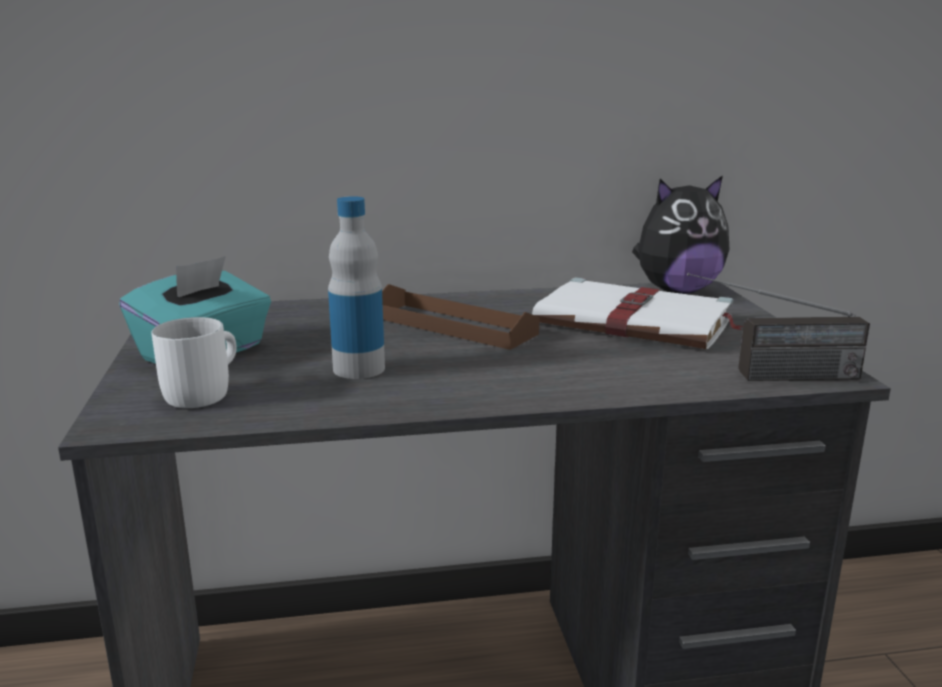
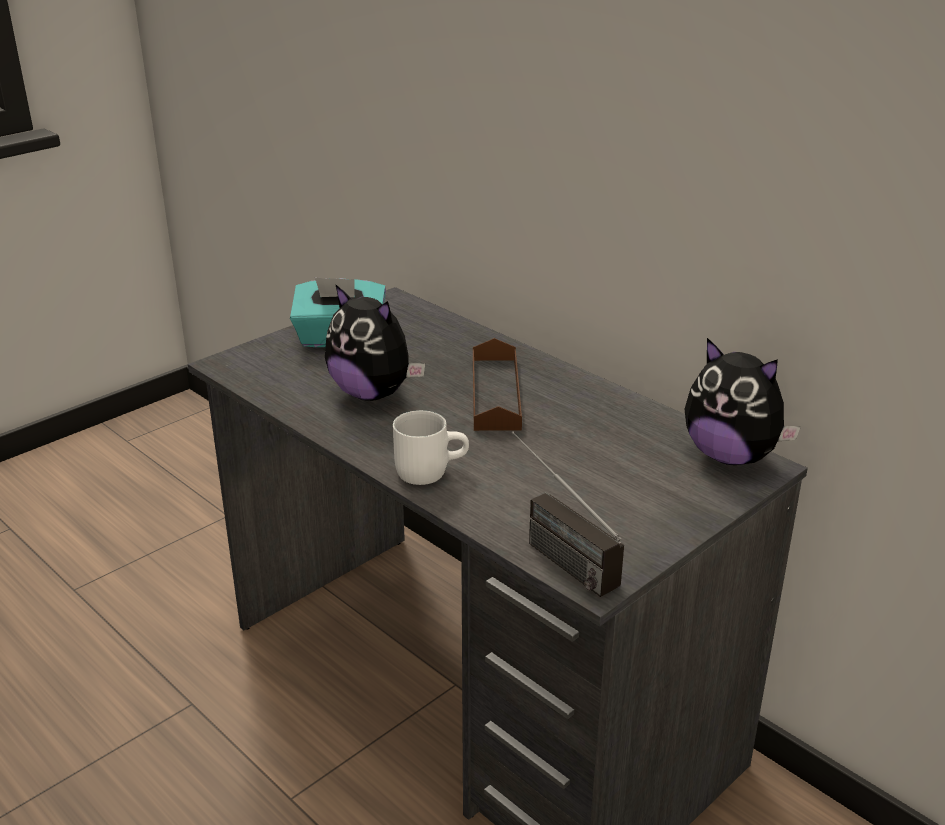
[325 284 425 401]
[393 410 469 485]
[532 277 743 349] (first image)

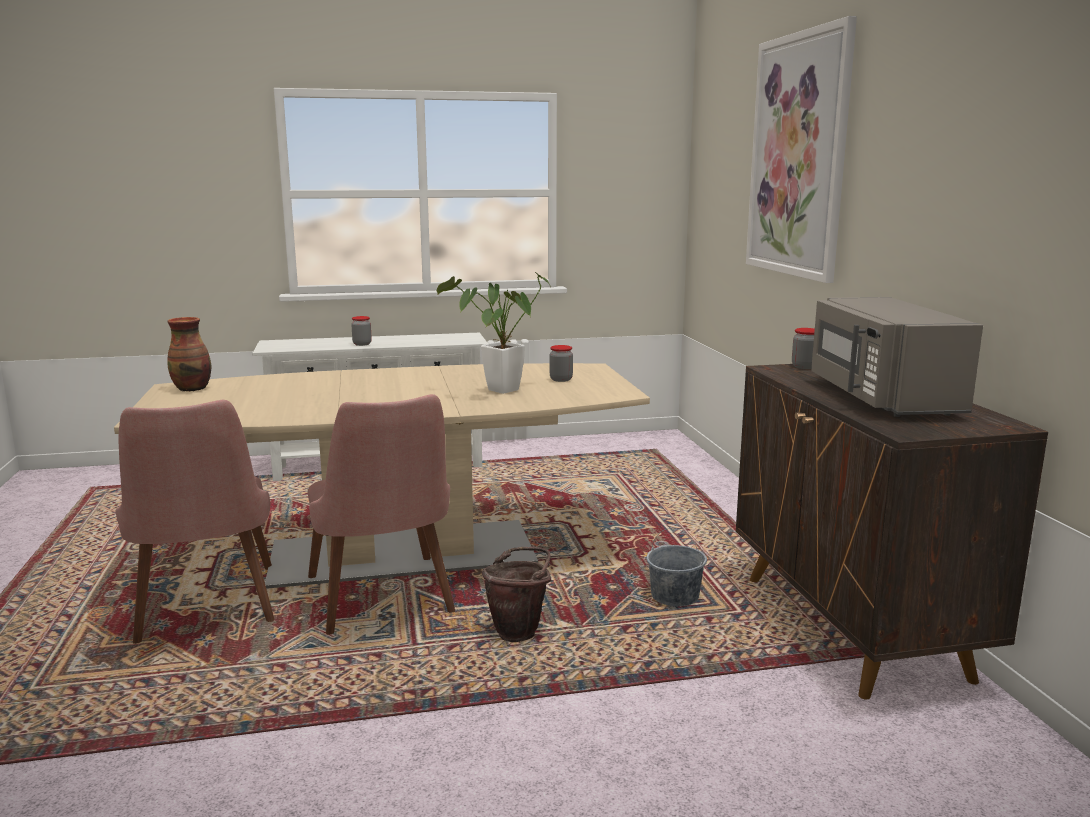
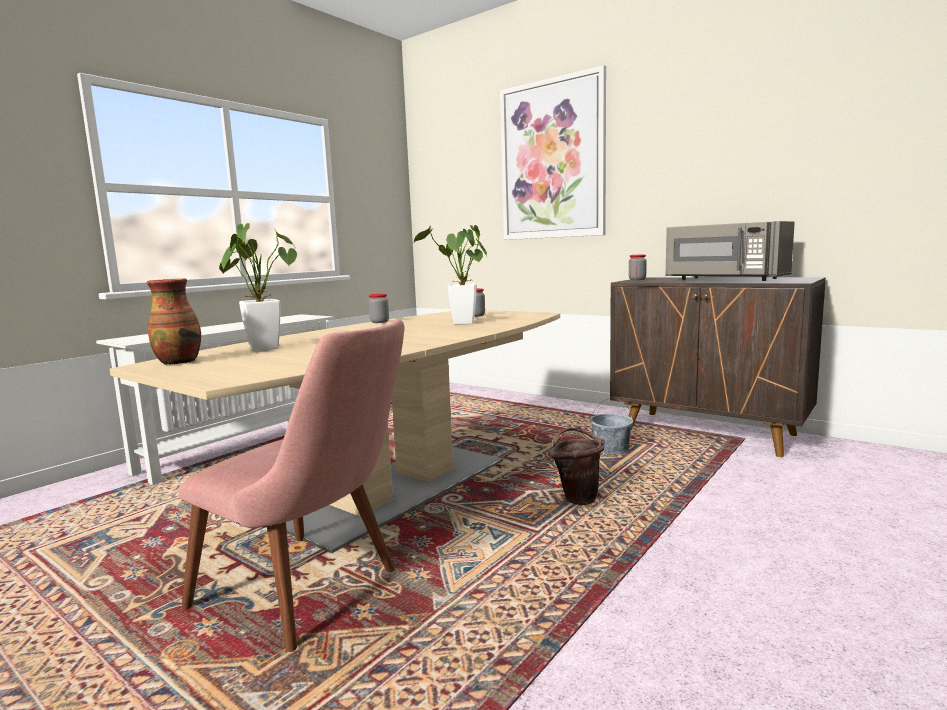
[219 223 297 351]
[369 294 389 323]
[308 394 455 634] (first image)

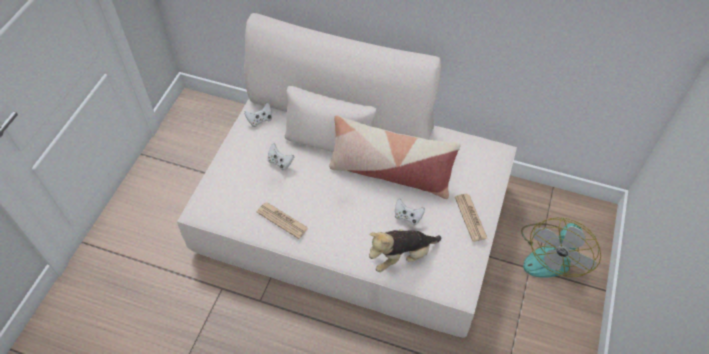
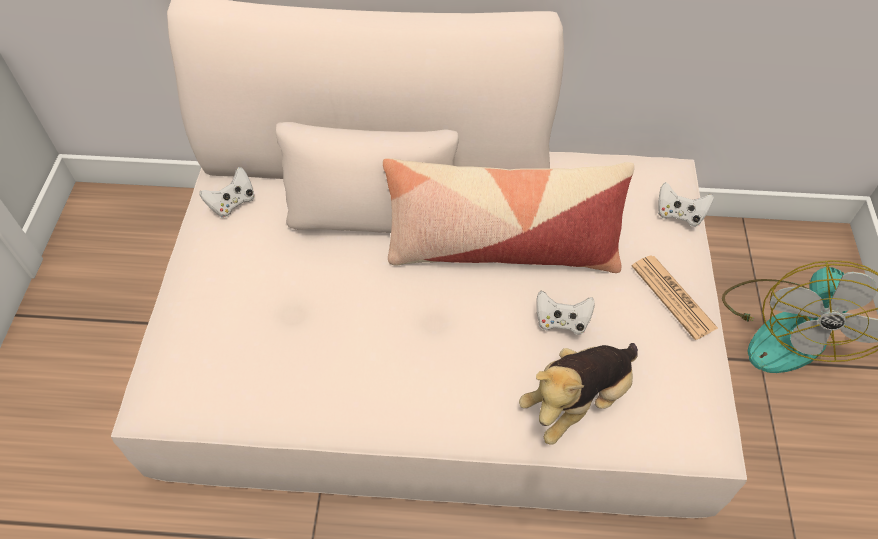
[658 182 714 227]
[257 202 308 239] (first image)

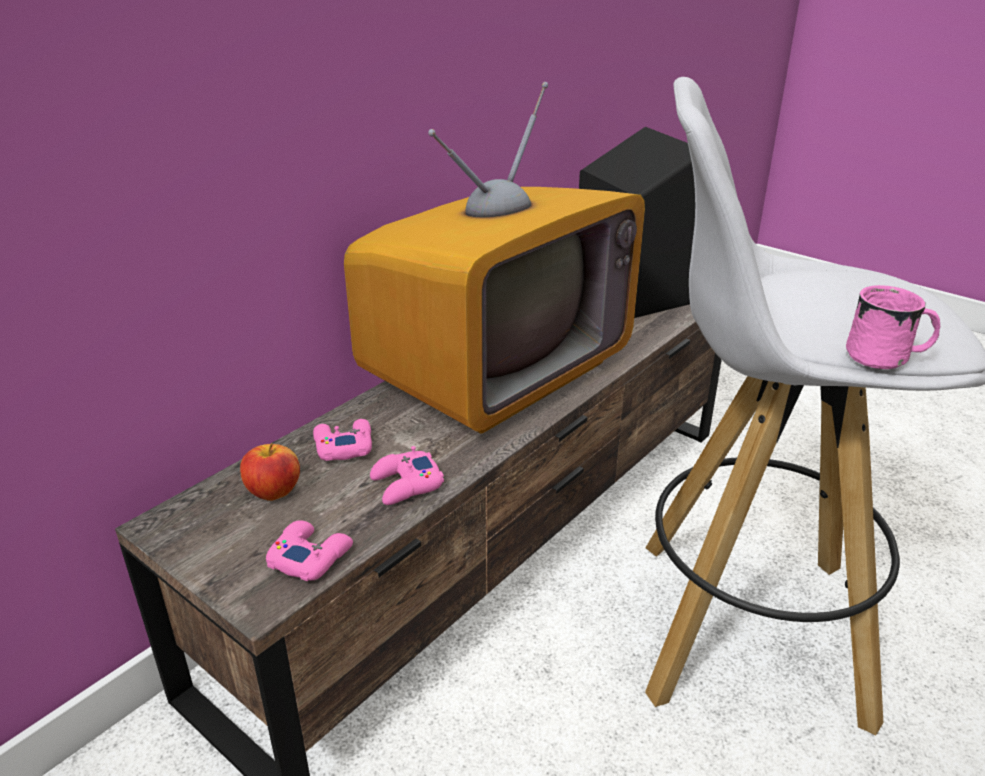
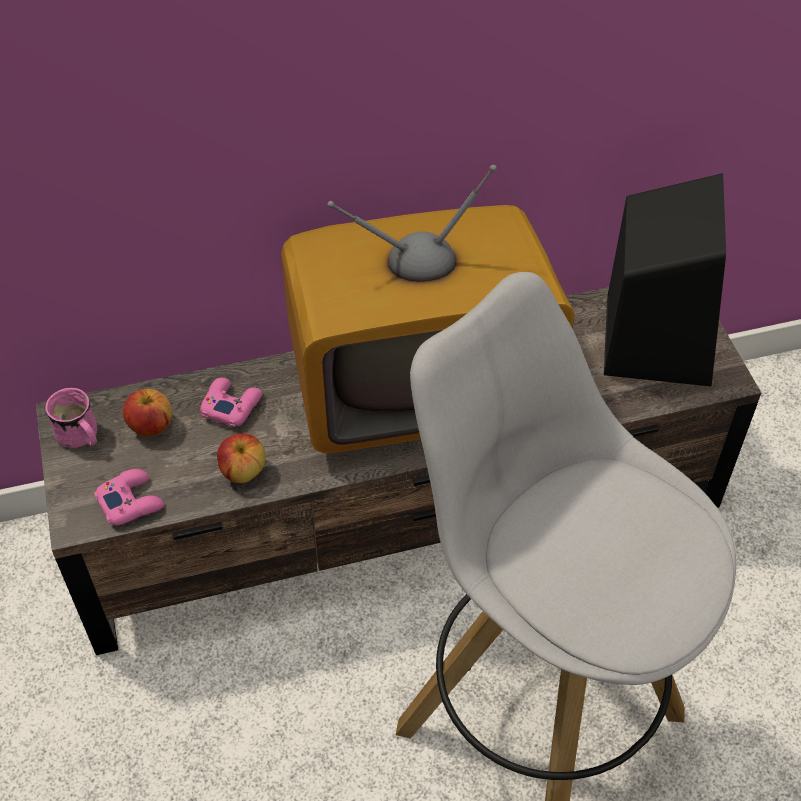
[45 388 98 448]
[217 433 266 483]

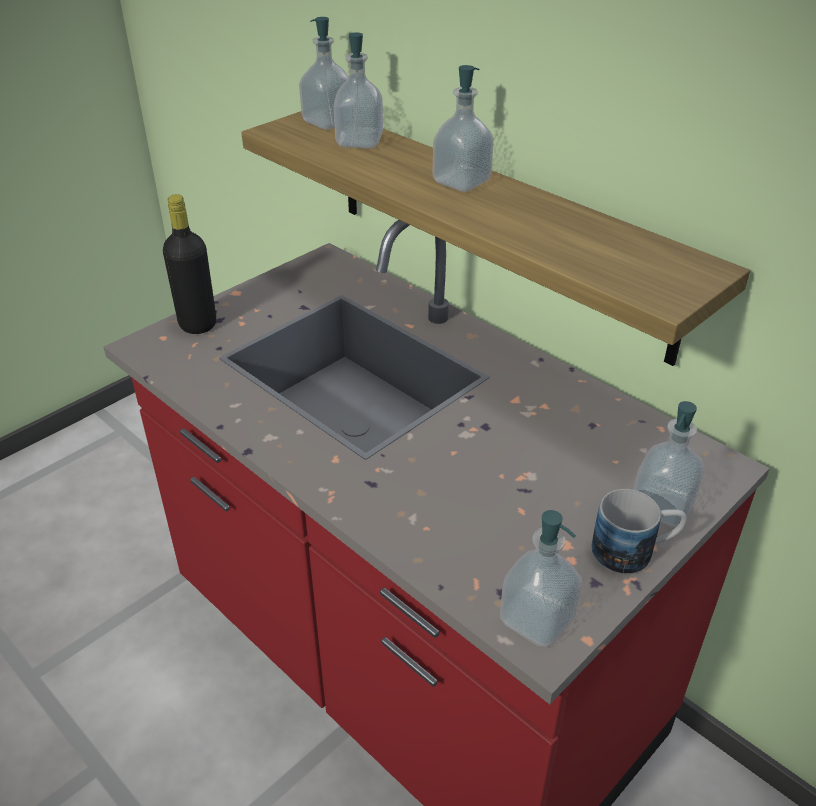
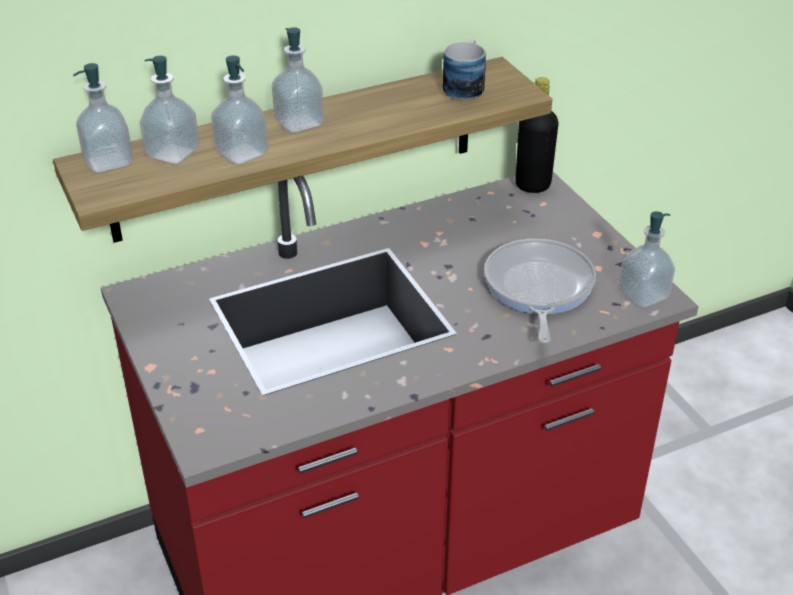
[211 56 268 165]
[443 39 486 100]
[484 239 596 343]
[515 77 558 193]

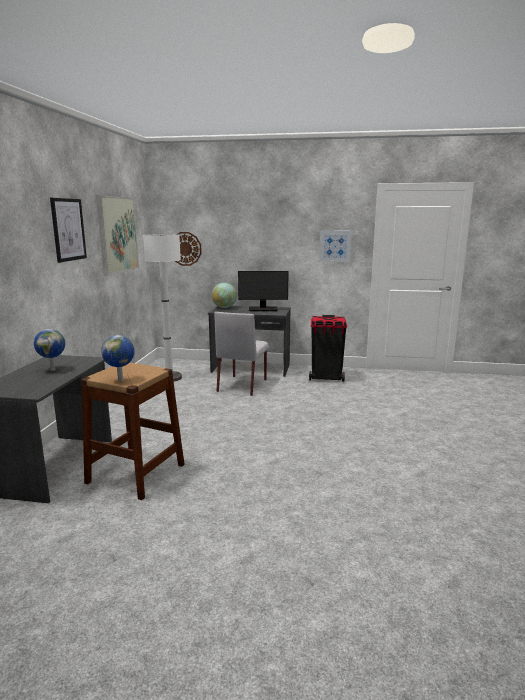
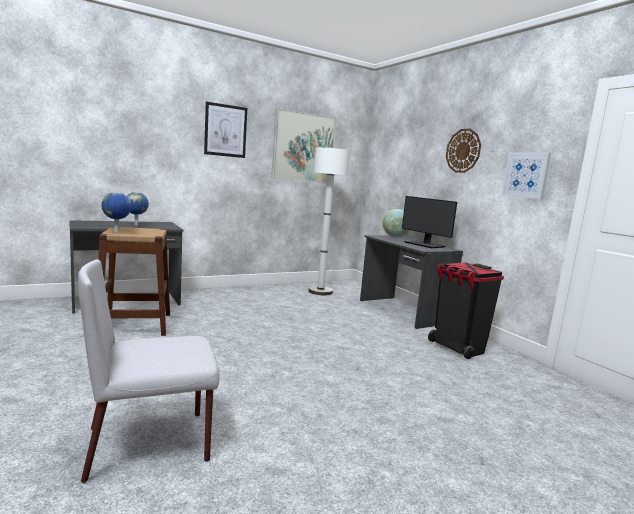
[78 259 219 483]
[446 129 481 173]

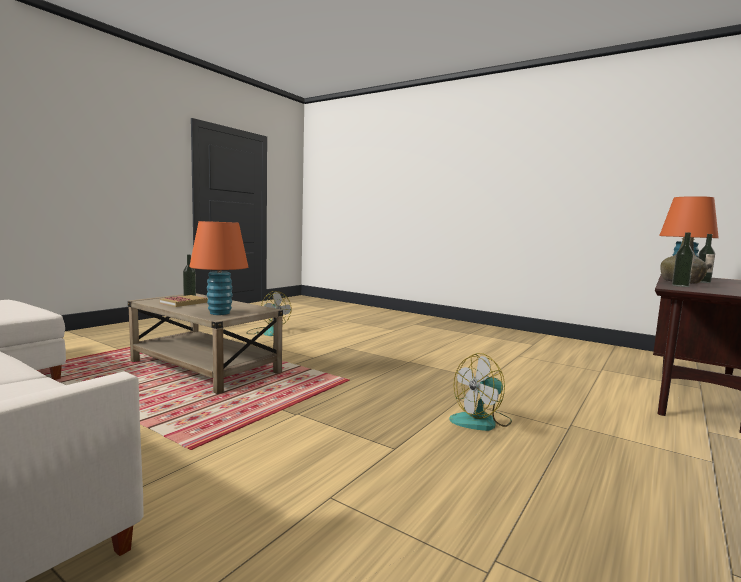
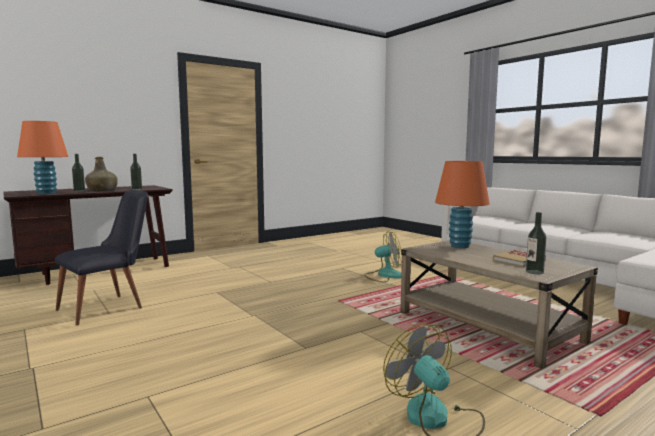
[55 190 148 325]
[364 231 402 282]

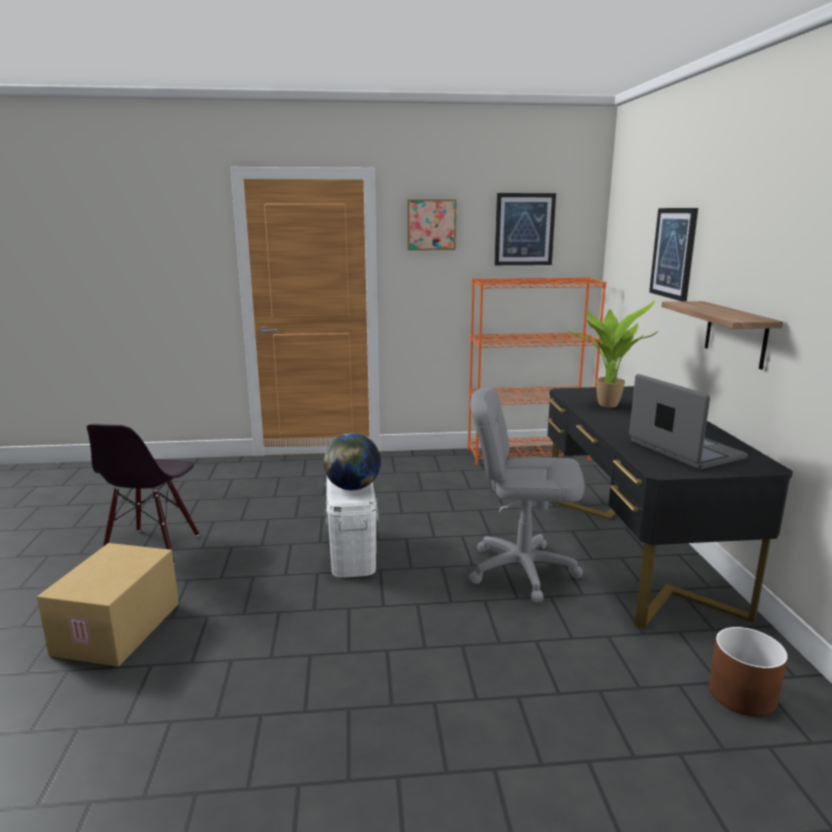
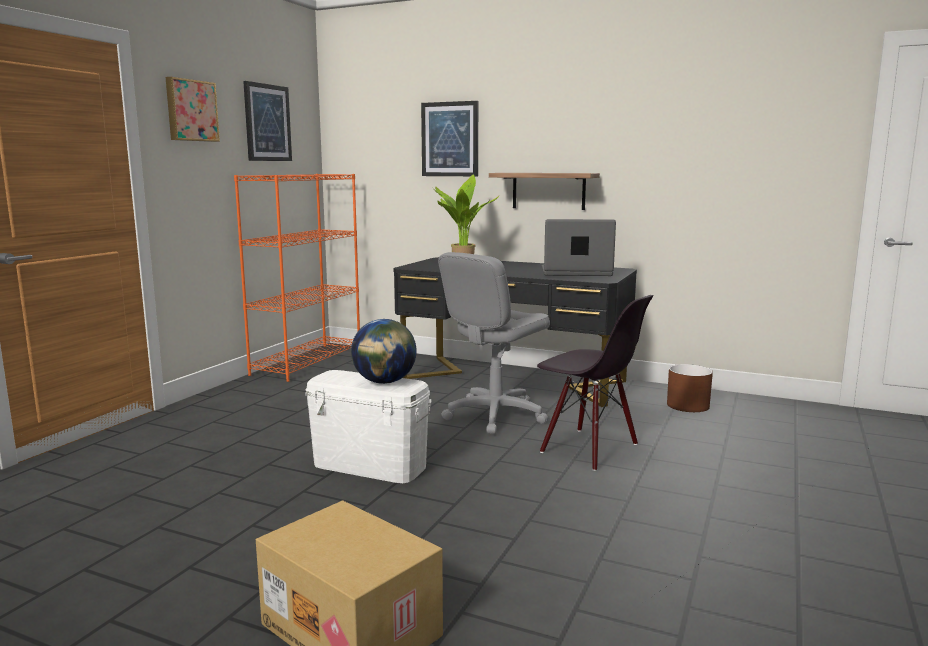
[537 295 654 471]

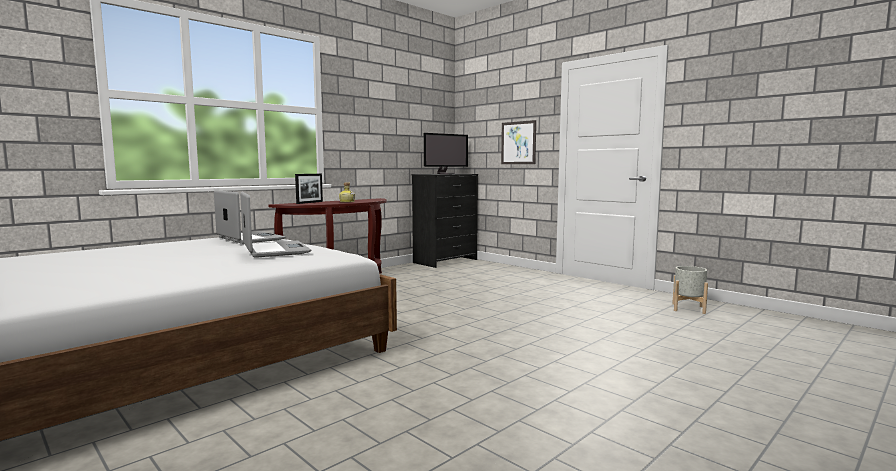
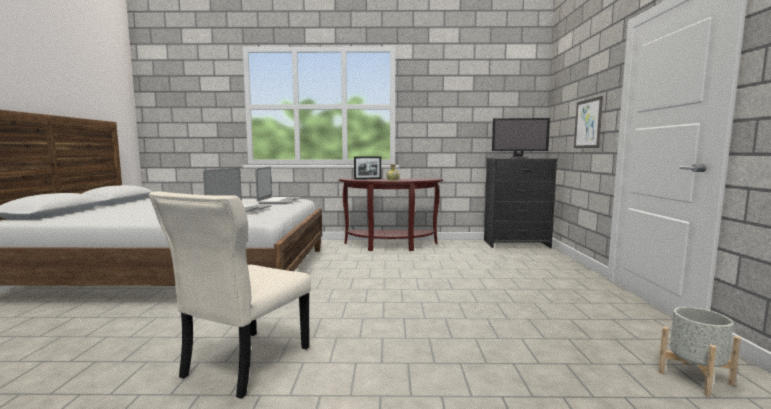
[149 192 311 399]

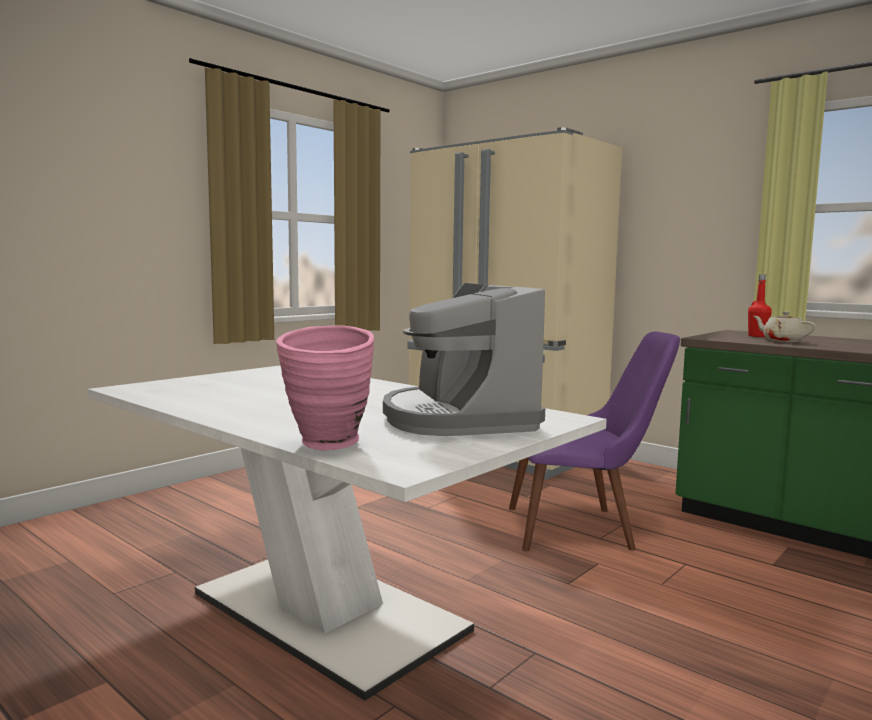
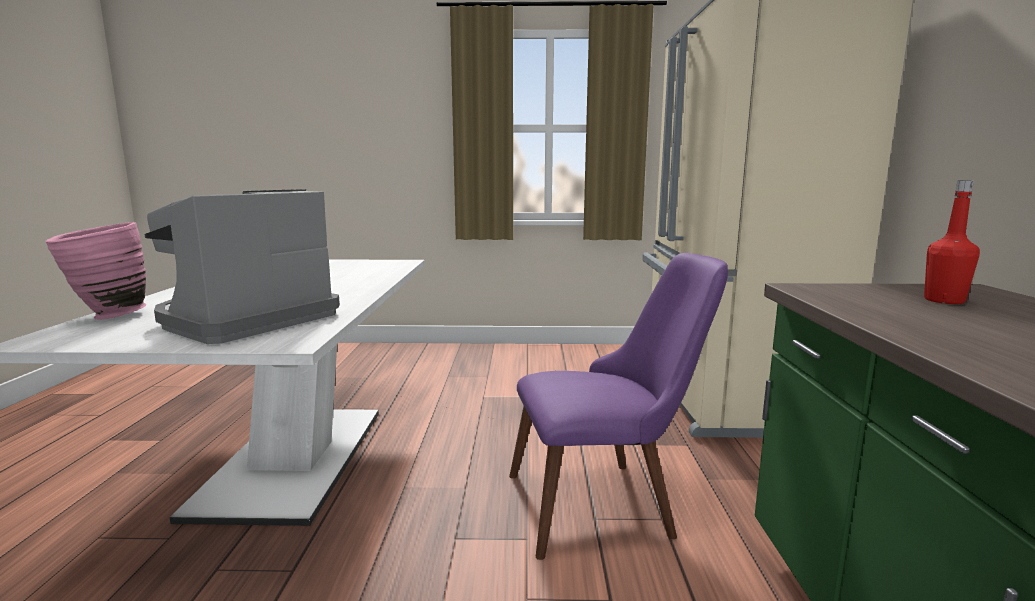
[509 253 728 560]
[754 311 816 342] (first image)

